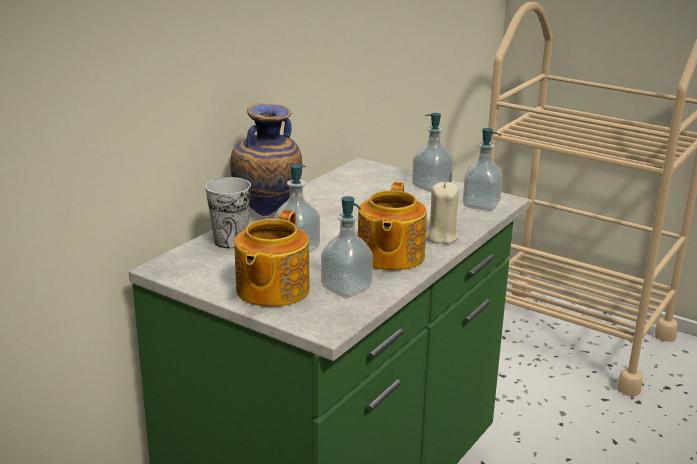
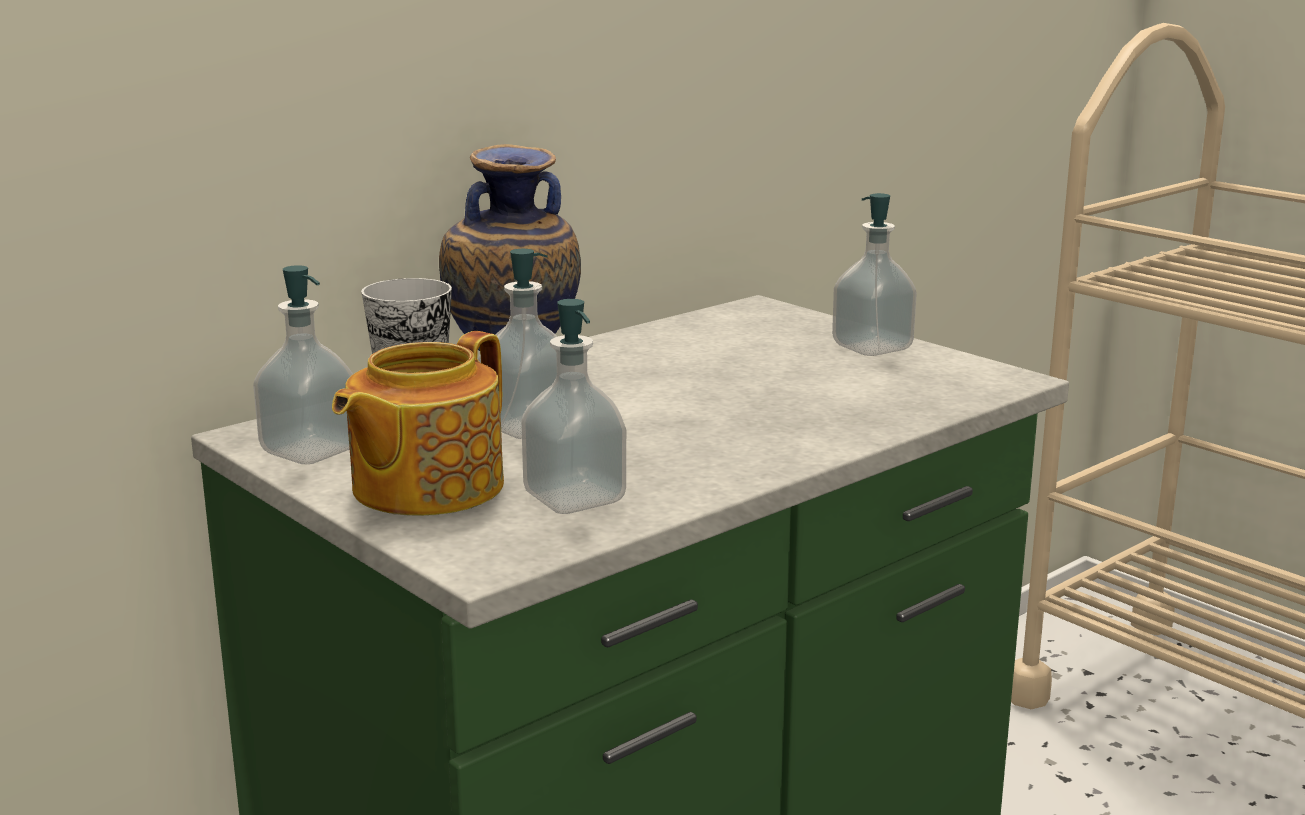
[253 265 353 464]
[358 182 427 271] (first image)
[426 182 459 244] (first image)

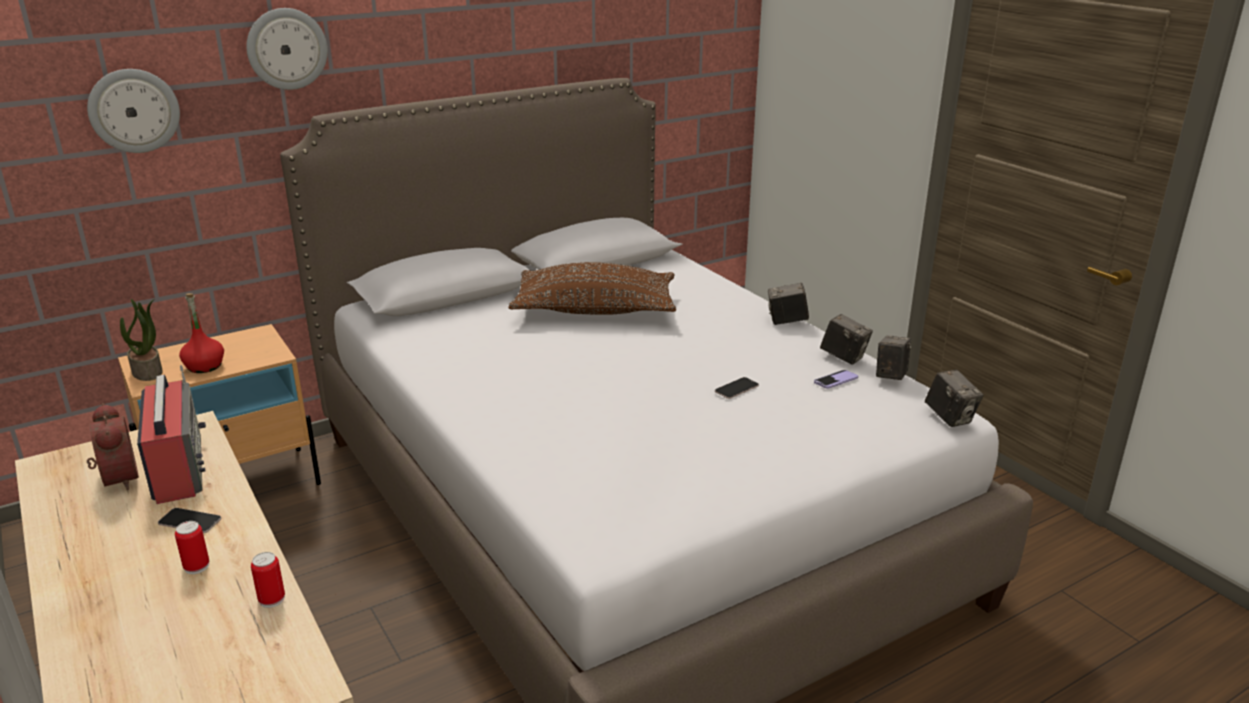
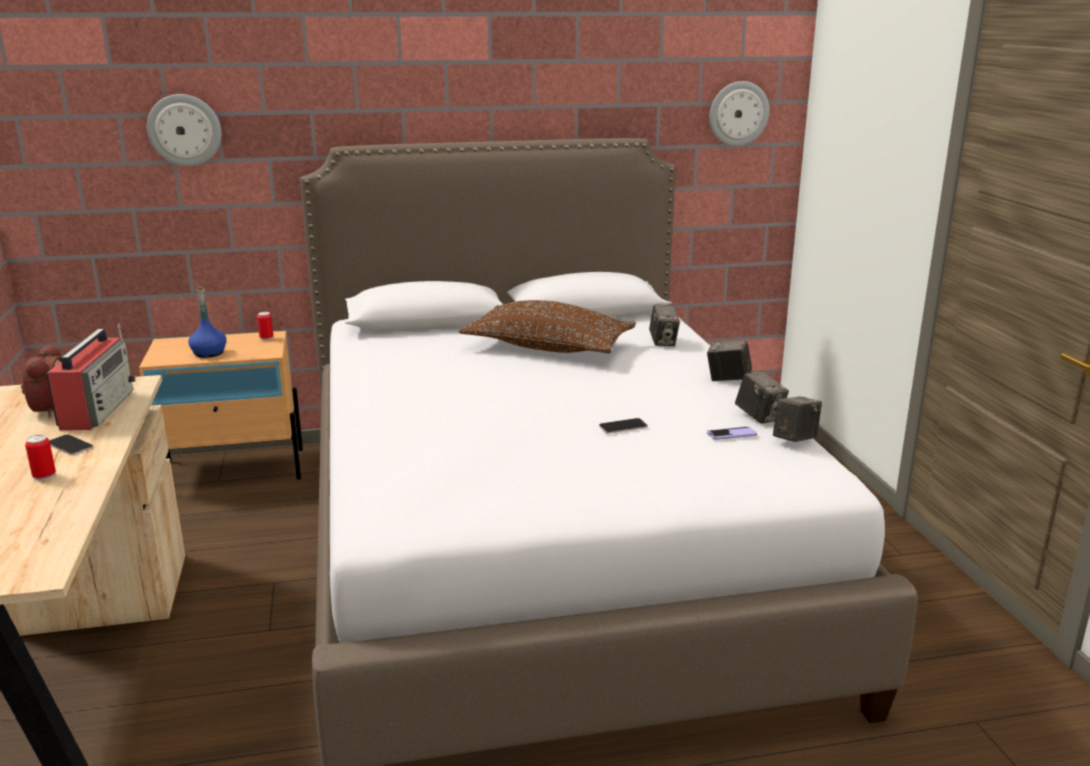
[188 287 227 358]
[257 312 273 341]
[649 304 680 346]
[710 81 769 146]
[120 299 163 381] (first image)

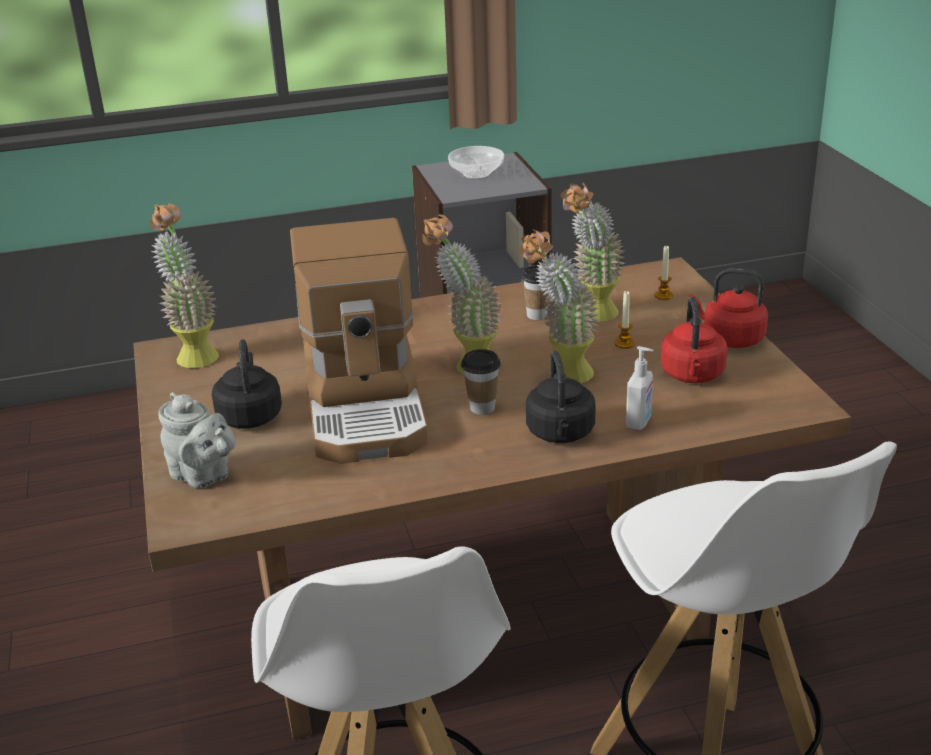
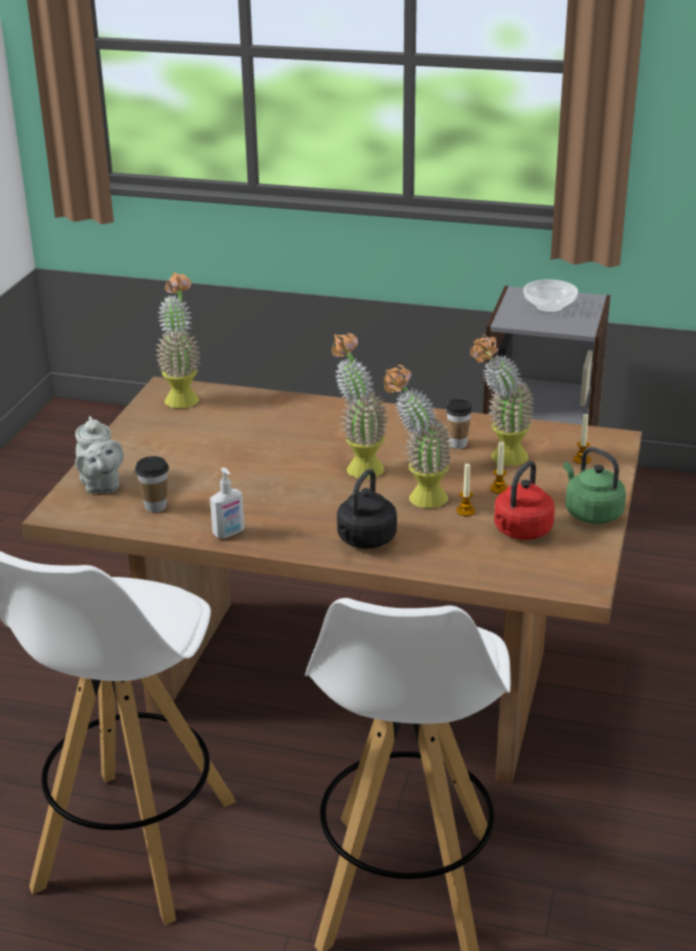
[135 456 169 512]
[210 468 245 539]
[456 463 475 516]
[563 447 626 524]
[212 339 282 429] (first image)
[290 218 428 464] (first image)

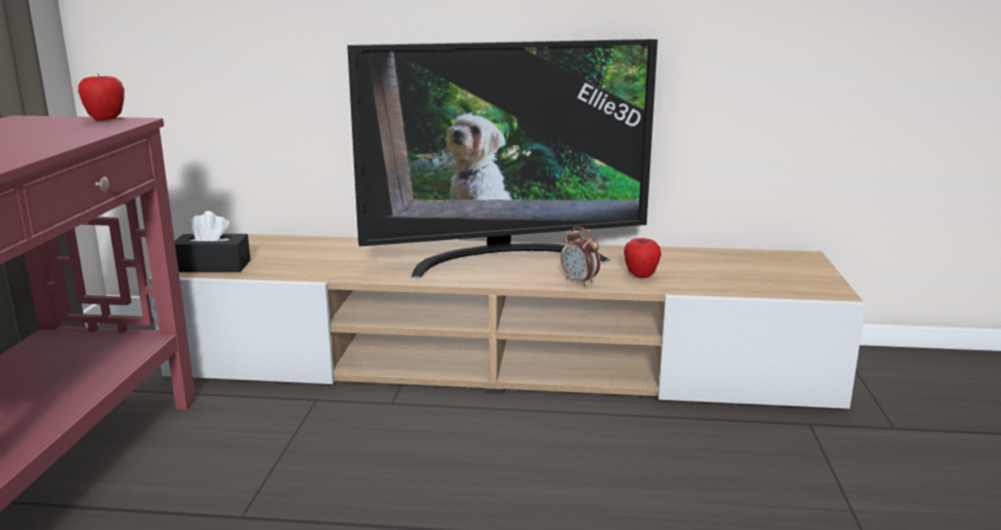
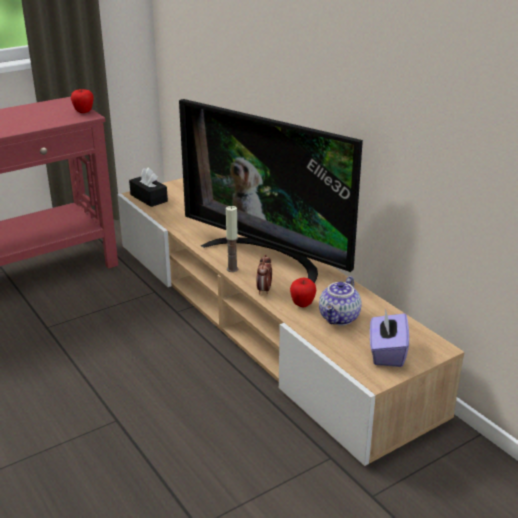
[226 206 238 272]
[319 276 361 325]
[370 309 409 367]

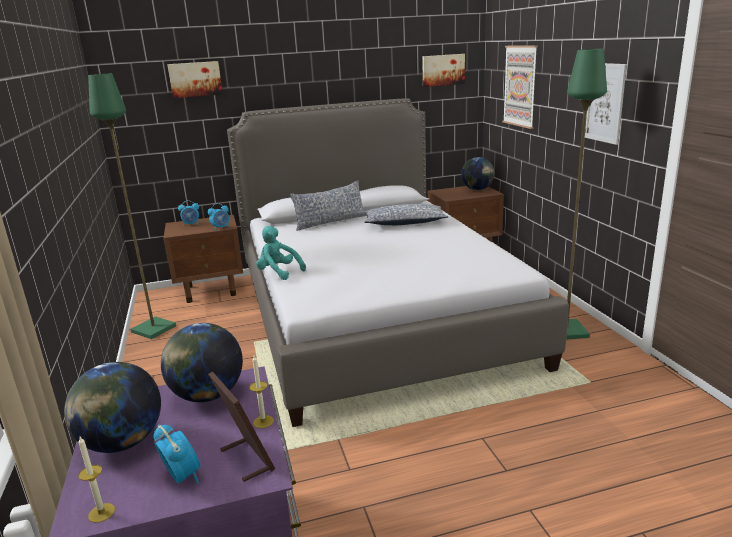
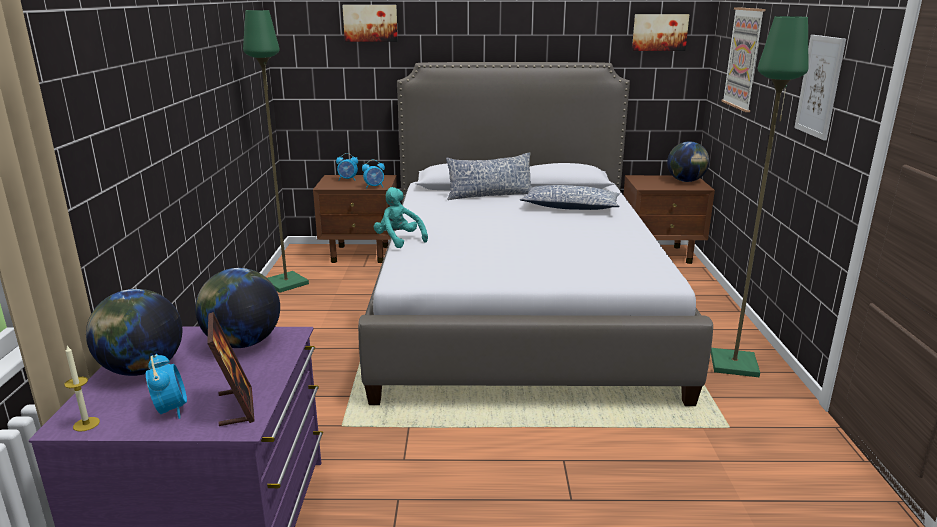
[249 355 274 428] (first image)

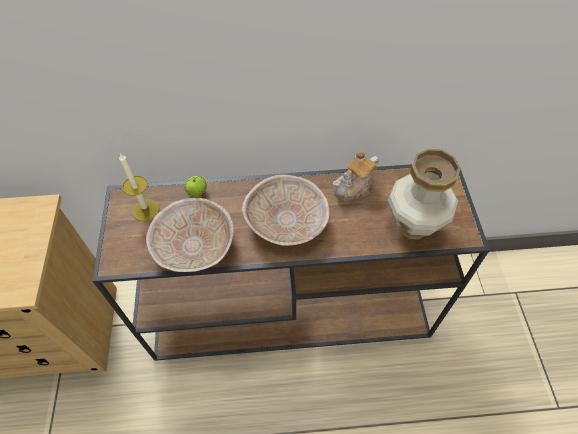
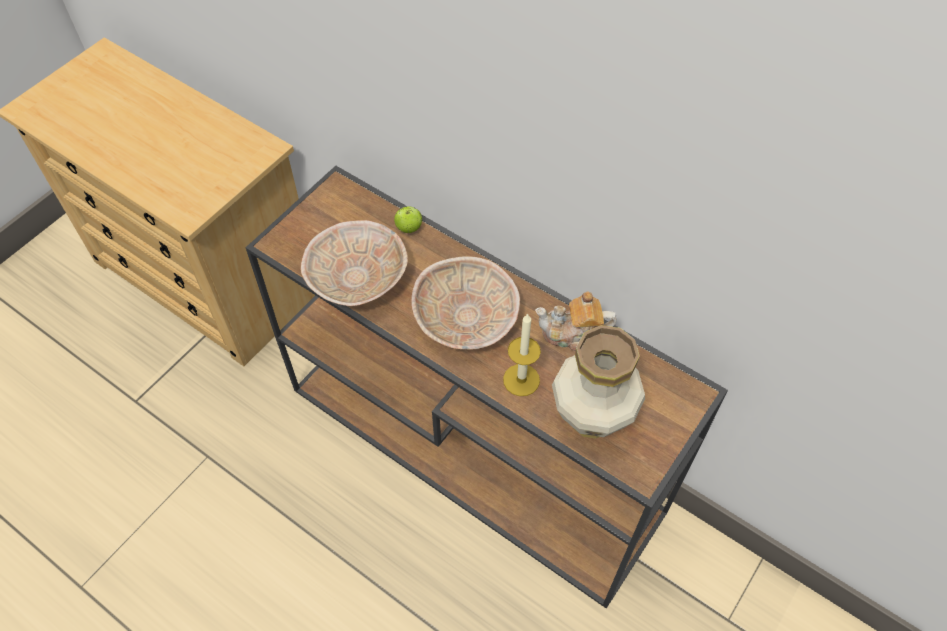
[503 314 541 396]

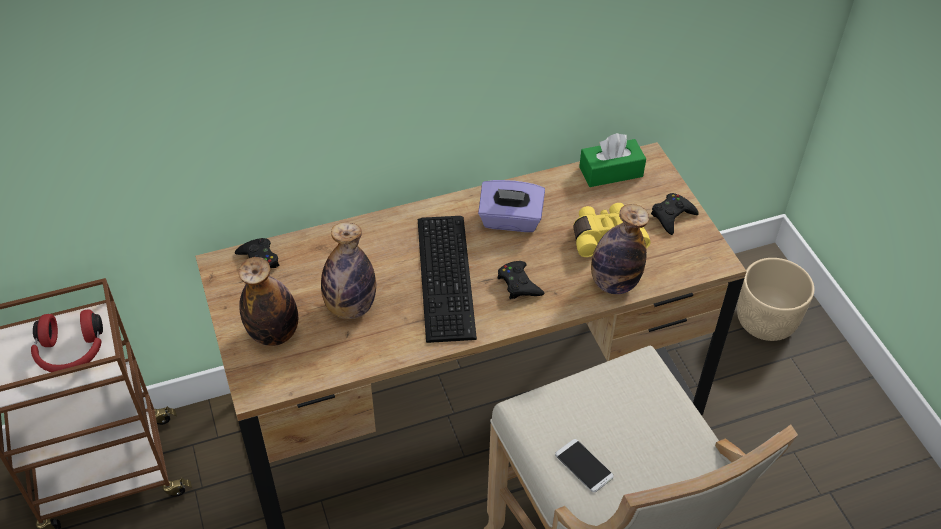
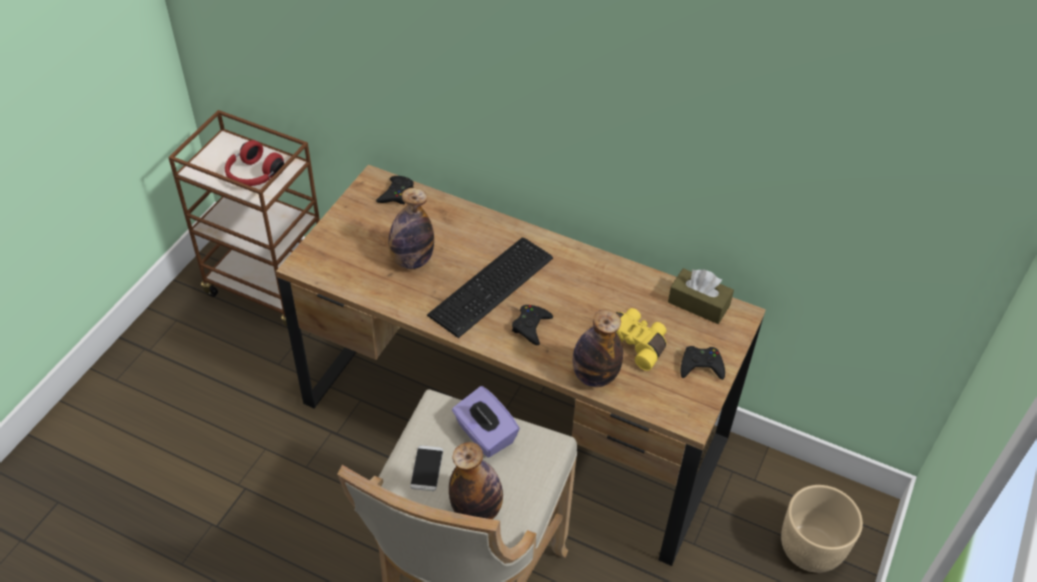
[449 442 503 519]
[452 386 520 457]
[668 268 734 324]

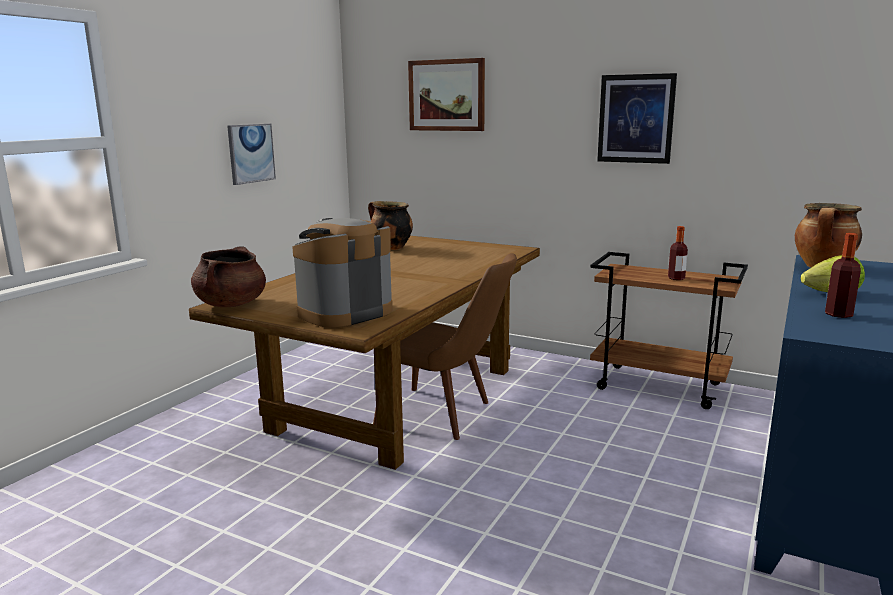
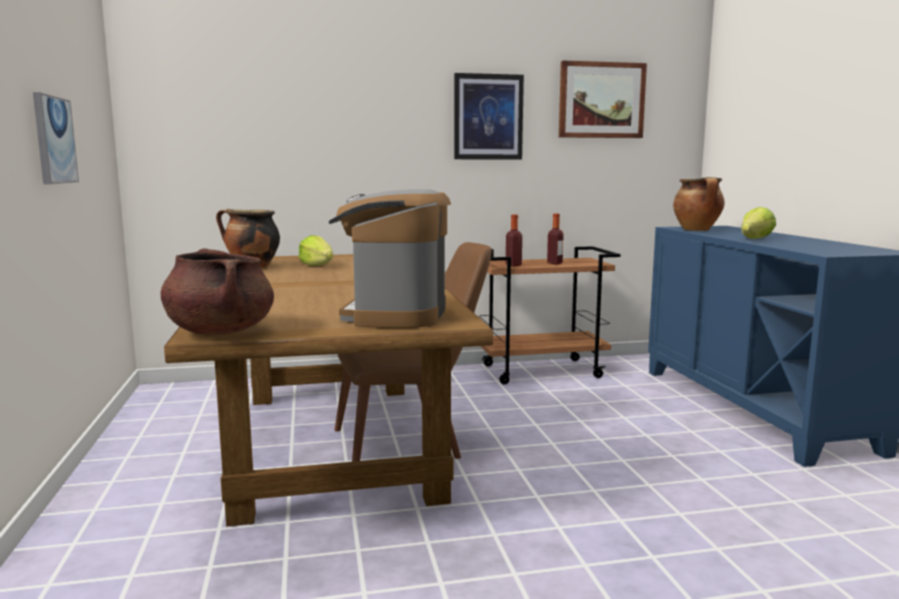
[299 235 333 266]
[506 214 522 266]
[559 60 647 138]

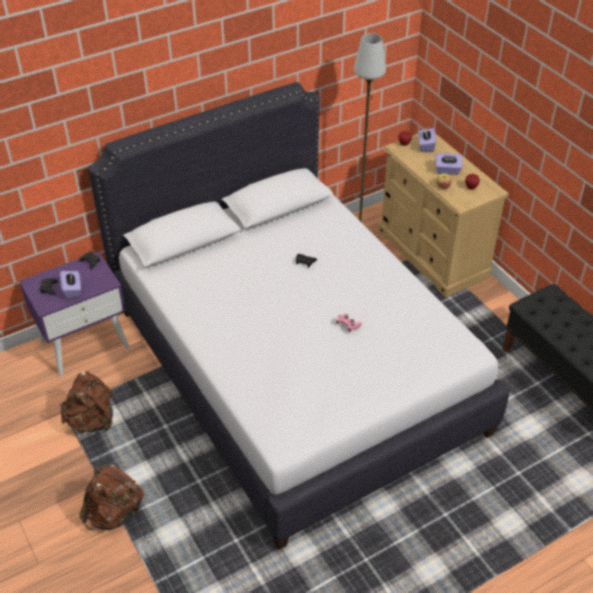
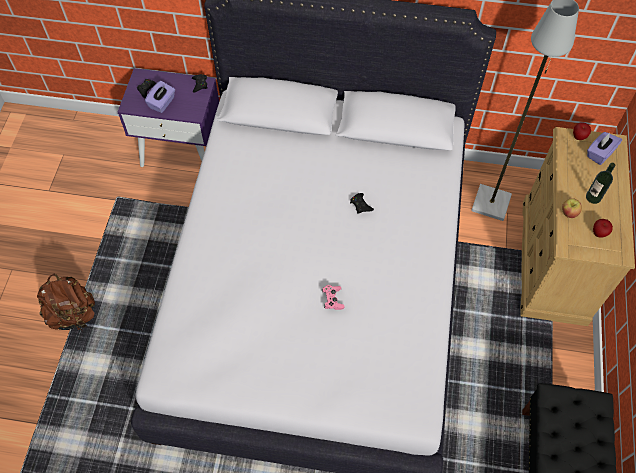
[586 163 616 204]
[59 372 113 433] (first image)

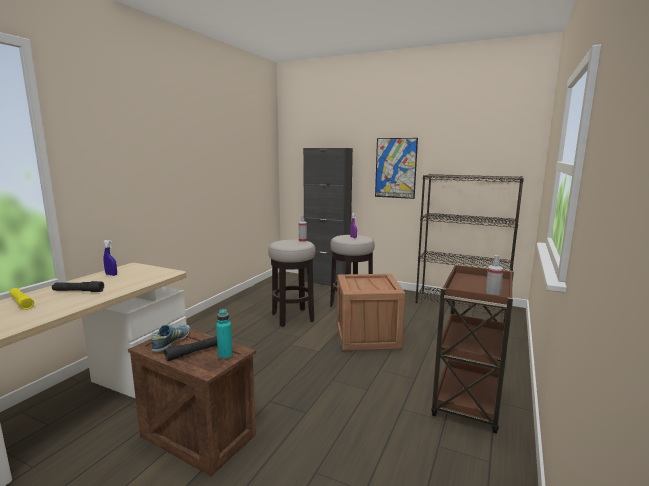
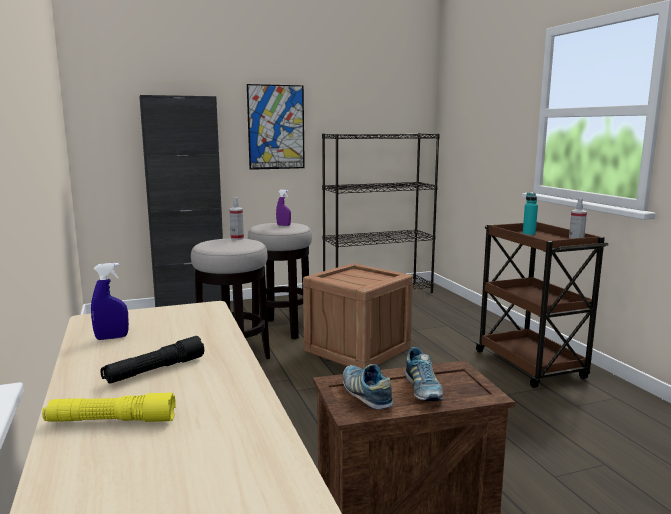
[405 347 443 401]
[523 193 538 236]

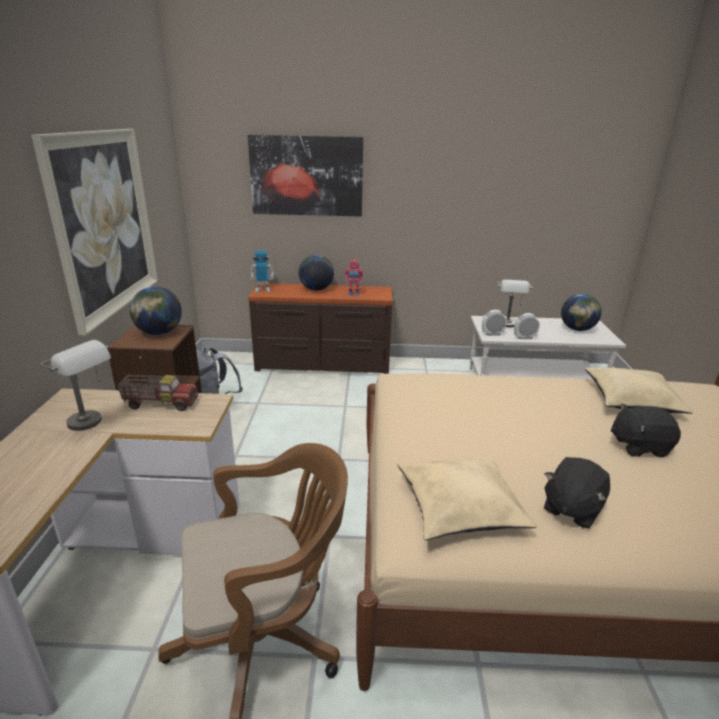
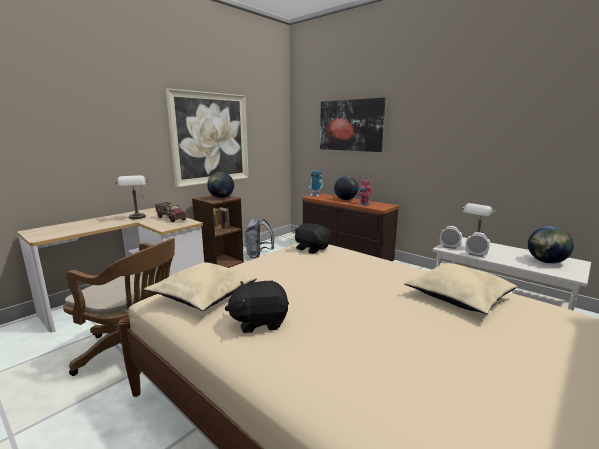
[295 223 331 254]

